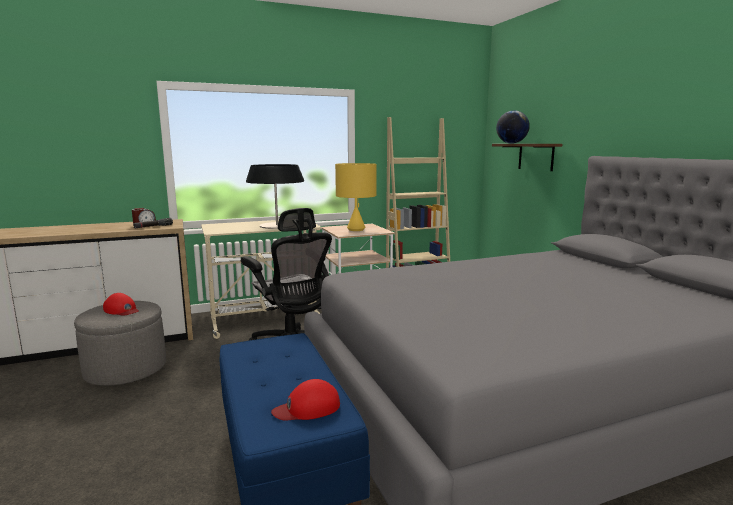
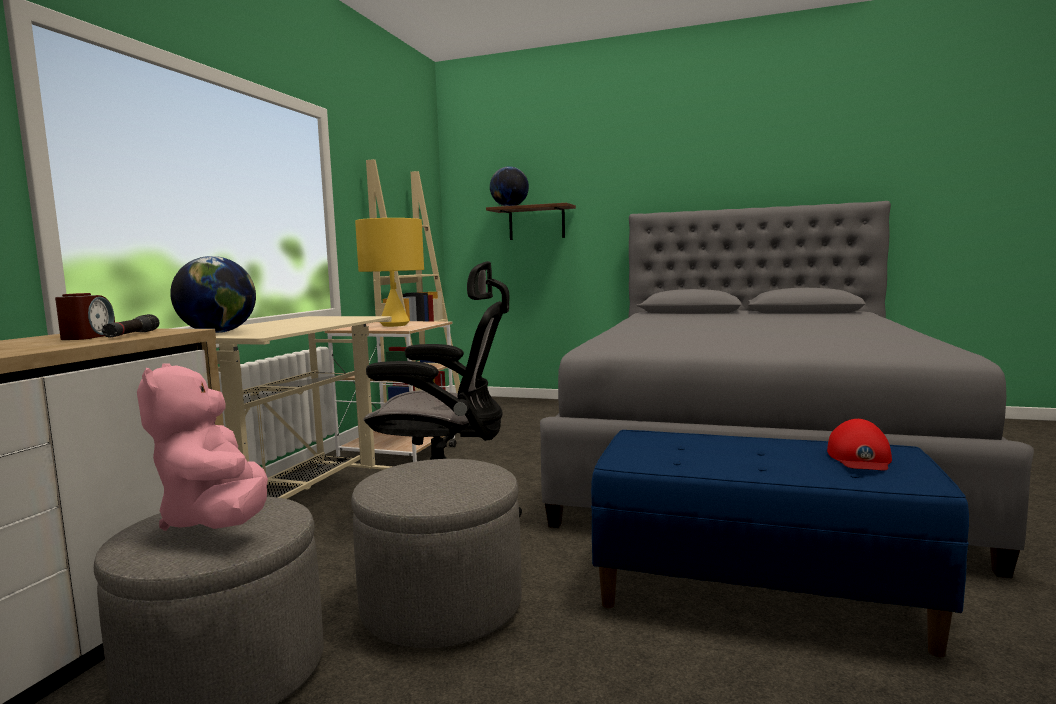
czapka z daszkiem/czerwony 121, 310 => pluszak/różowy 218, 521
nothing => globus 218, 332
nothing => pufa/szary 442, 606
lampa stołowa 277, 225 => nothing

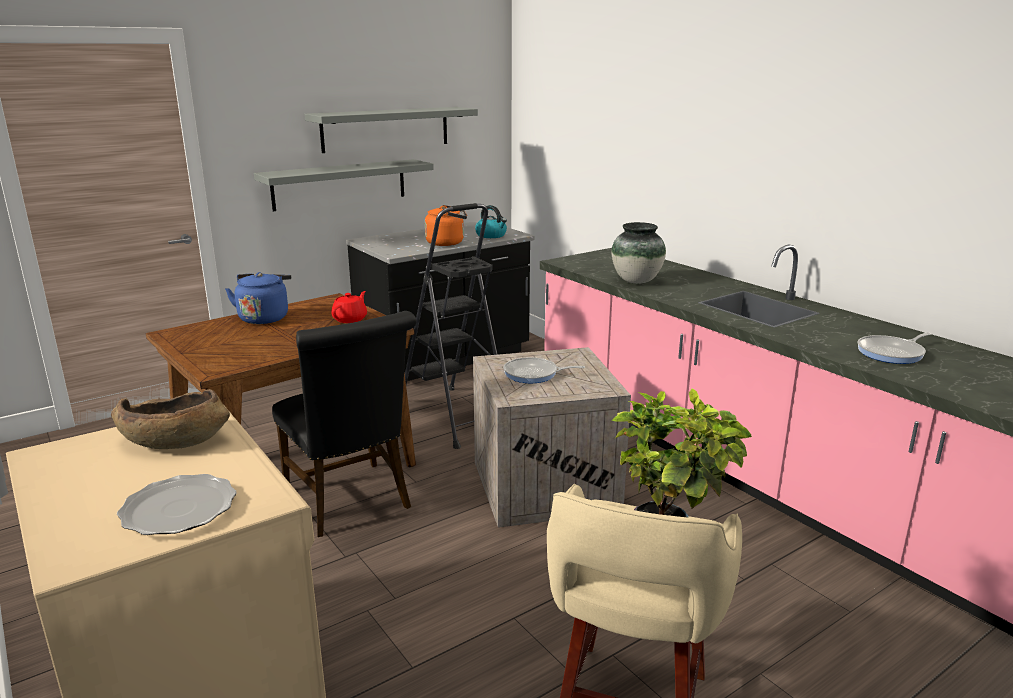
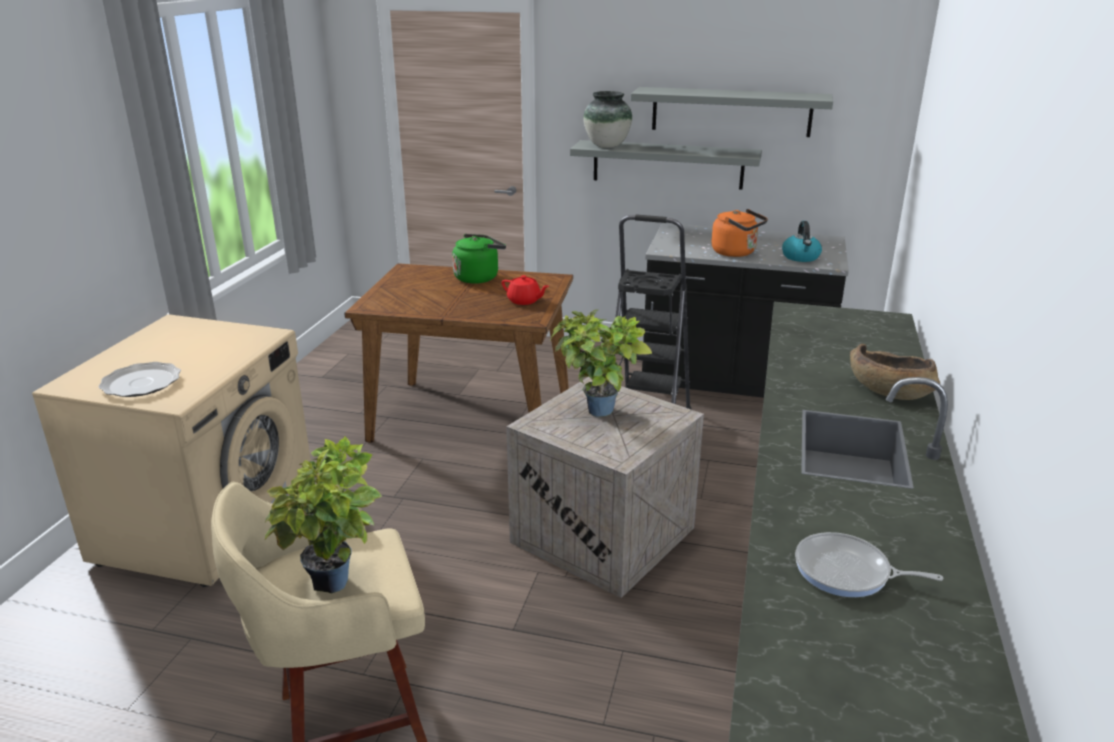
czajnik/niebieski 264, 317 => czajnik/zielony 478, 277
imbryk/czerwony 350, 319 => imbryk/czerwony 524, 301, 45 degrees clockwise
patelnia 534, 374 => roślina doniczkowa 596, 414
wazon 637, 281 => wazon 607, 146, shifted
miska/brązowy 174, 440 => miska/brązowy 888, 389, shifted
krzesło/czarny 351, 502 => nothing

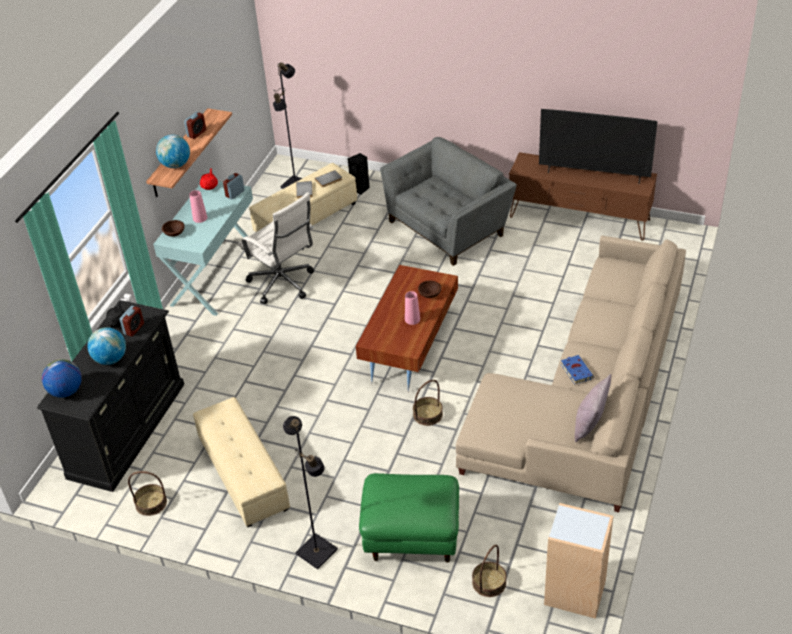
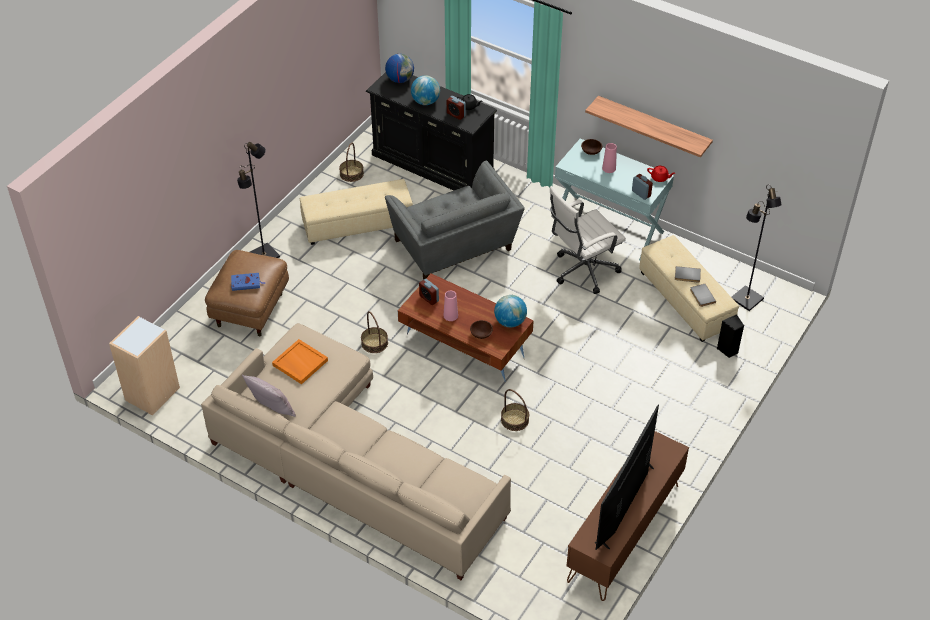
pufa/zielony 411, 538 => pufa/brązowy 250, 309
książka/niebieski 576, 370 => książka/niebieski 246, 283, shifted
nothing => taca/pomarańczowy 299, 363
fotel/szary 449, 226 => fotel/szary 454, 247, shifted
budzik 196, 133 => budzik 429, 298, shifted
globus 175, 165 => globus 510, 322, shifted
koszyk 489, 582 => koszyk 514, 420, shifted

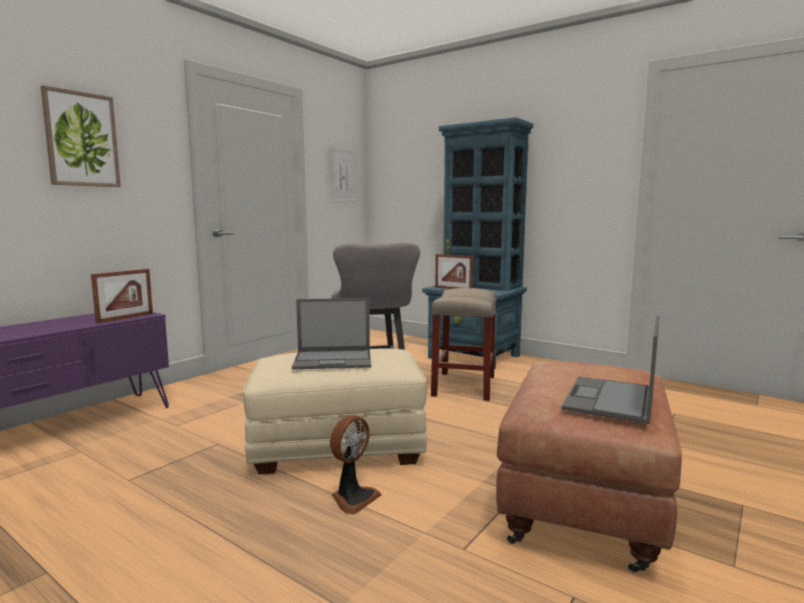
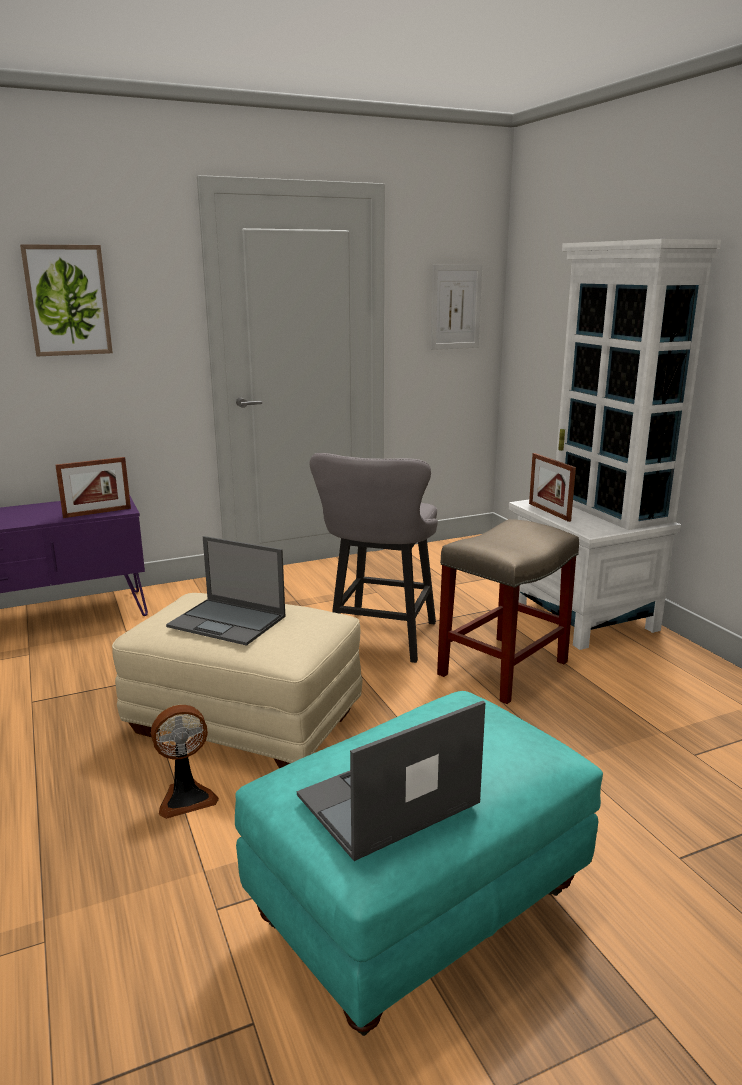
pufa/brązowy 584, 507 => pufa/turkusowy 419, 916
szafka/niebieski 473, 357 => szafka/biały 581, 617

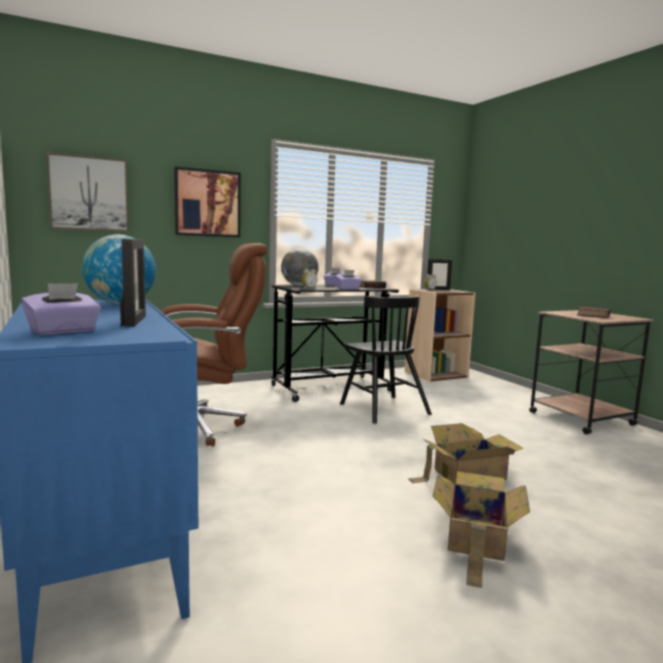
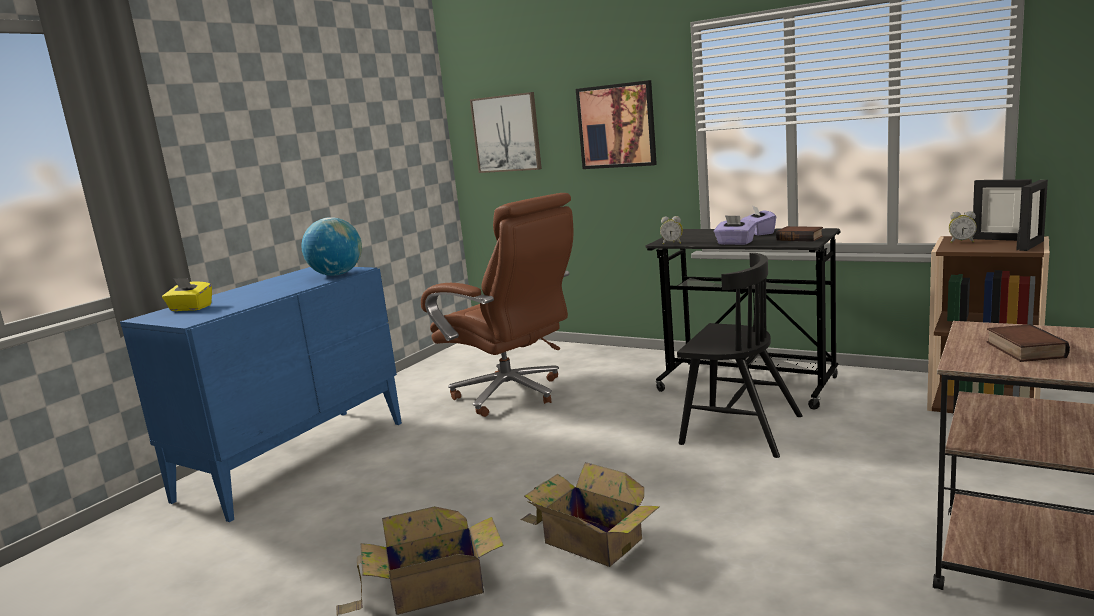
pudełko chusteczek/fioletowy 63, 331 => pudełko chusteczek/żółty 190, 308
krzesło/czarny 381, 407 => krzesło/czarny 734, 428, 90 degrees counterclockwise
ramka na zdjęcie 134, 321 => ramka na zdjęcie 1030, 245, shifted
globus 299, 285 => nothing

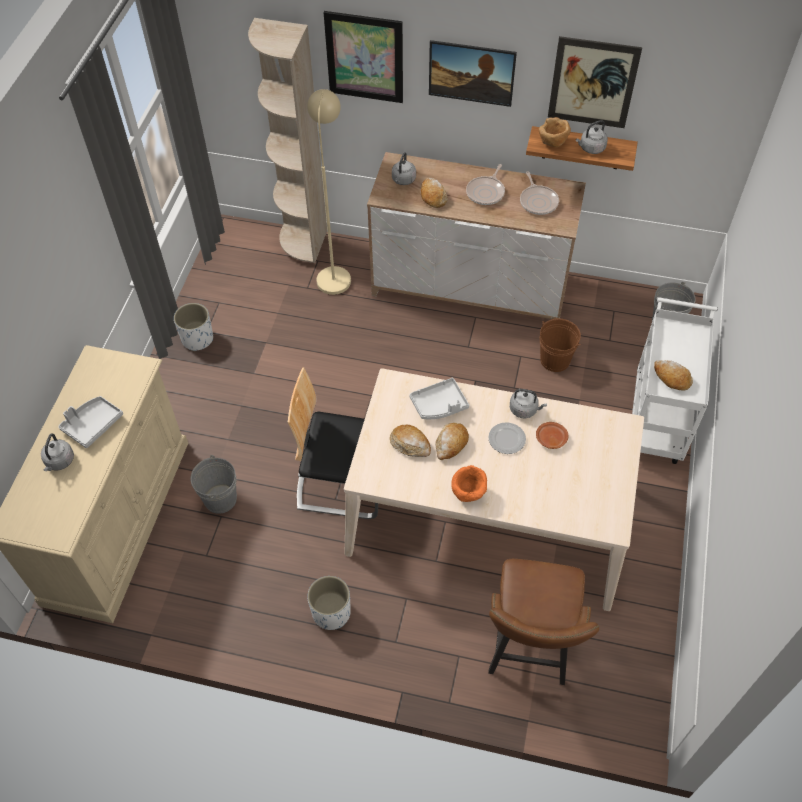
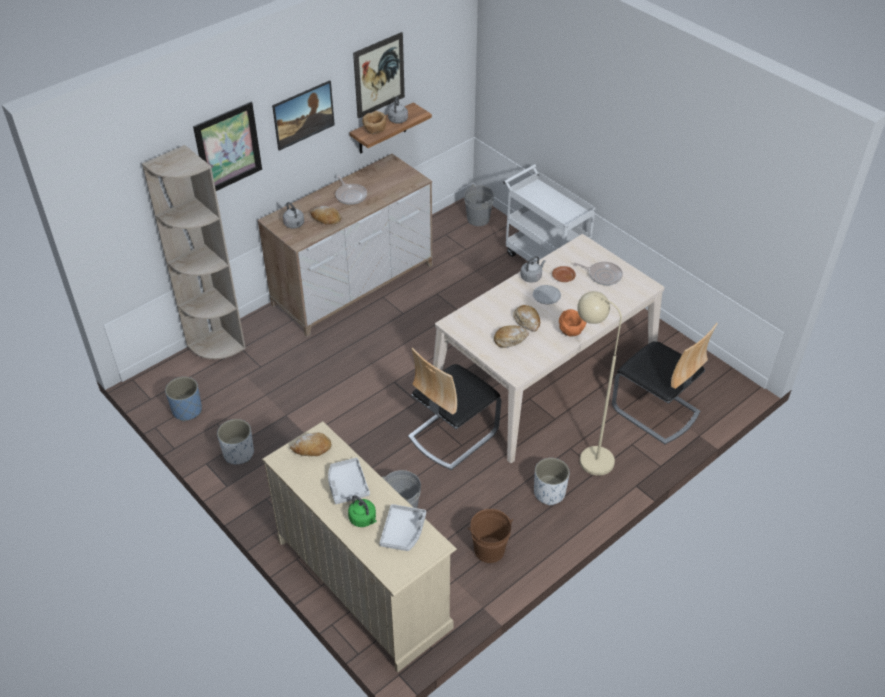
nothing => donica/niebieski 187, 410
chleb 671, 378 => chleb 312, 449, shifted
czajnik/szary 59, 462 => czajnik/zielony 363, 519
taca/szary 439, 405 => taca/szary 403, 532, shifted
wiadro/brązowy 555, 360 => wiadro/brązowy 489, 550, shifted
patelnia 538, 201 => patelnia 603, 275, shifted
lampa stojąca/beżowy 335, 273 => lampa stojąca/beżowy 587, 456, shifted
stołek/brązowy 528, 654 => krzesło 655, 411

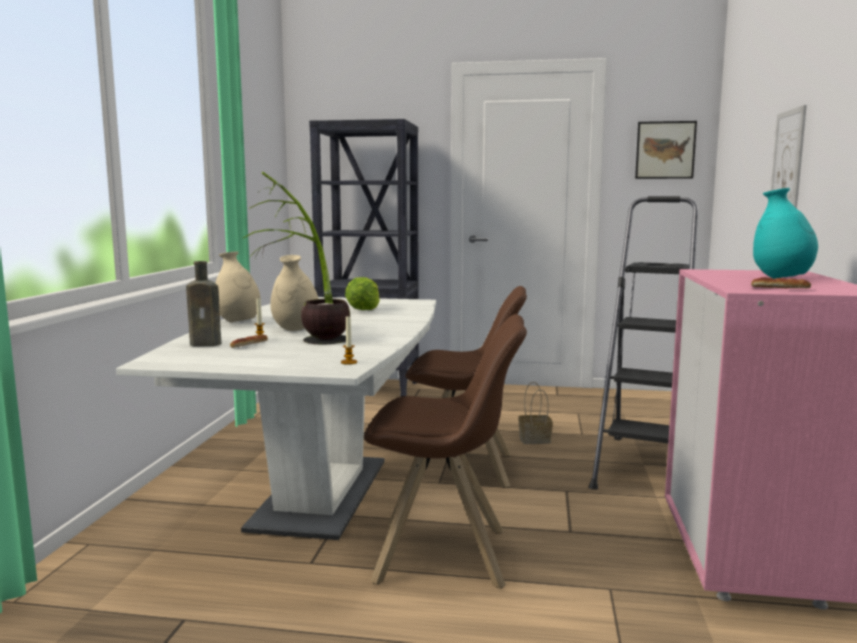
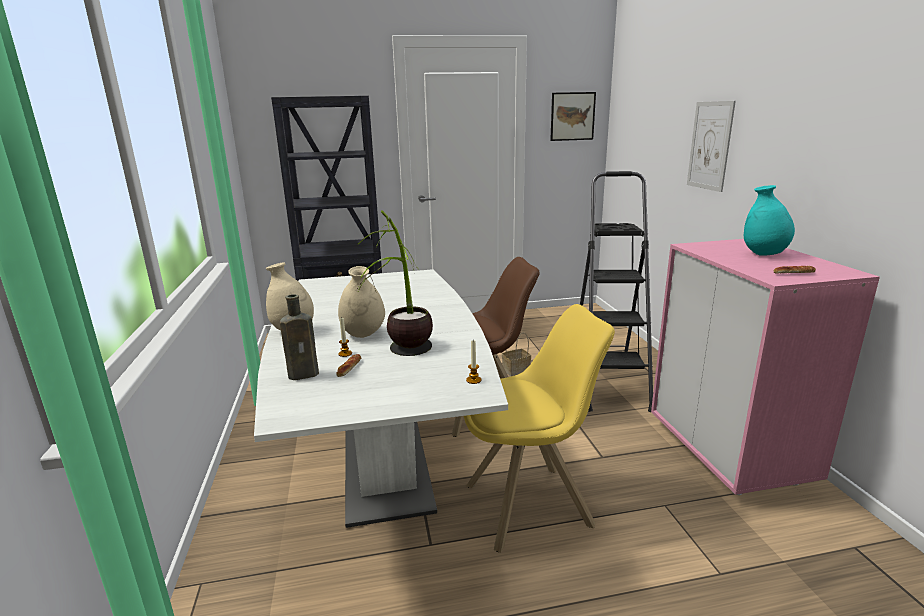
krzesło/brązowy 443, 555 => krzesło/żółty 529, 505
sałata 363, 309 => nothing

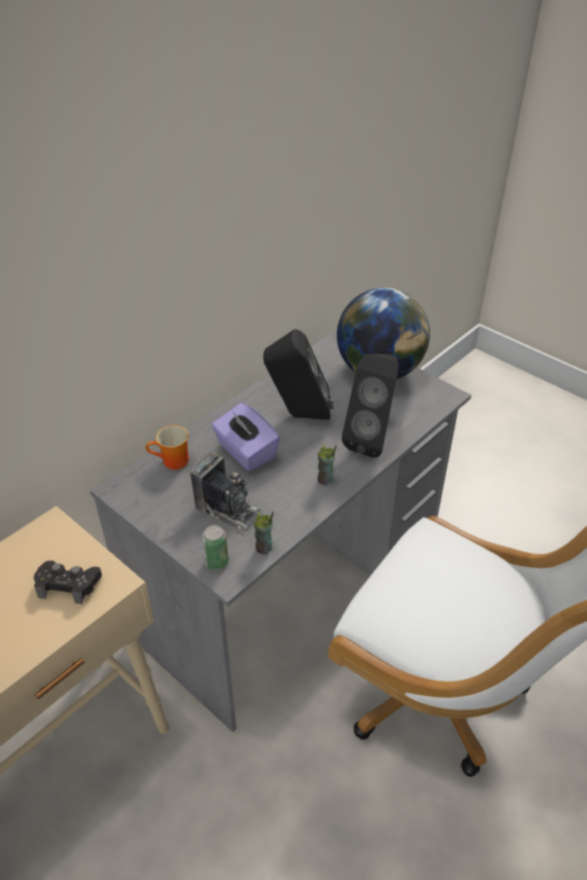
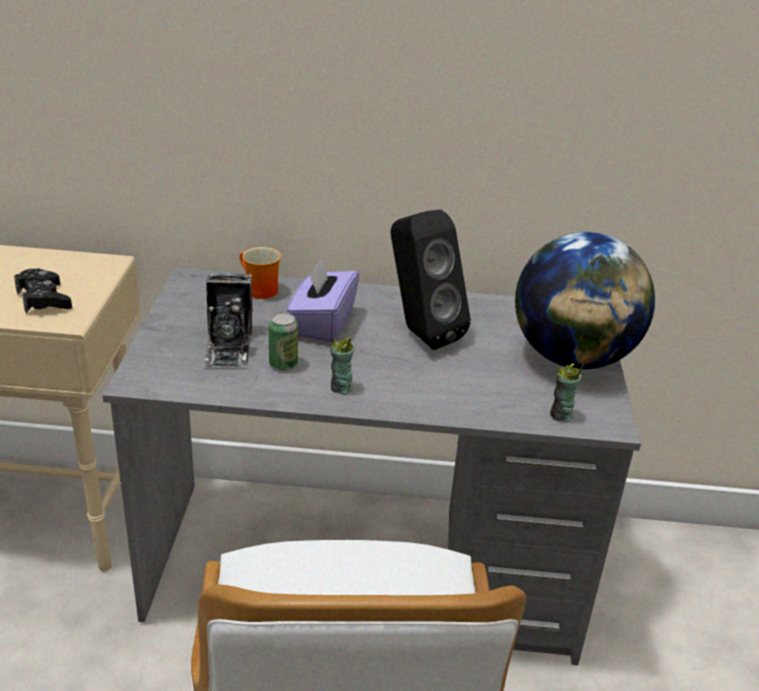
puszka 216, 562 => puszka 283, 364, shifted
filiżanka 264, 548 => filiżanka 560, 416, shifted
głośnik/czarny 372, 439 => nothing

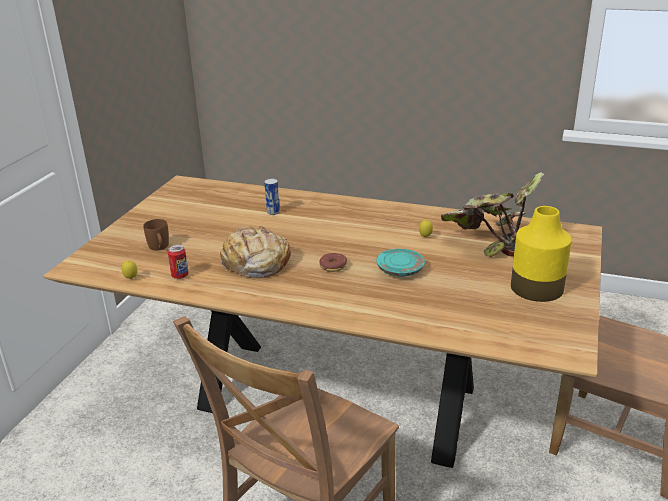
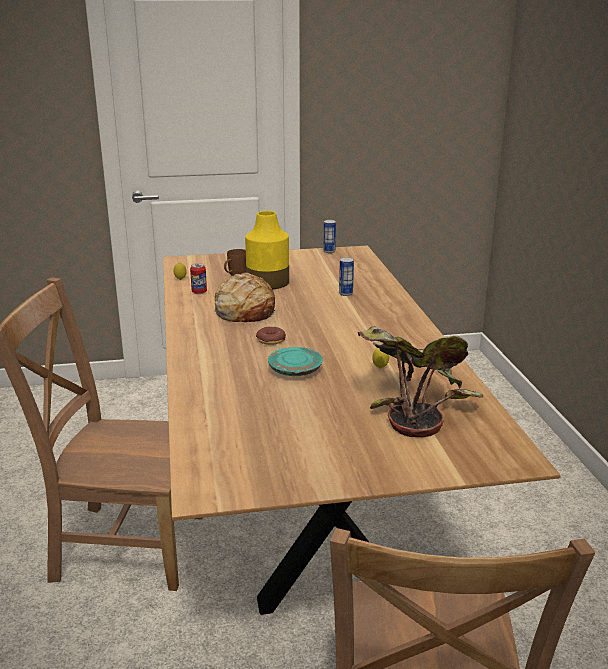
wazon/żółty 537, 287 => wazon/żółty 268, 282, shifted
nothing => puszka 329, 251

